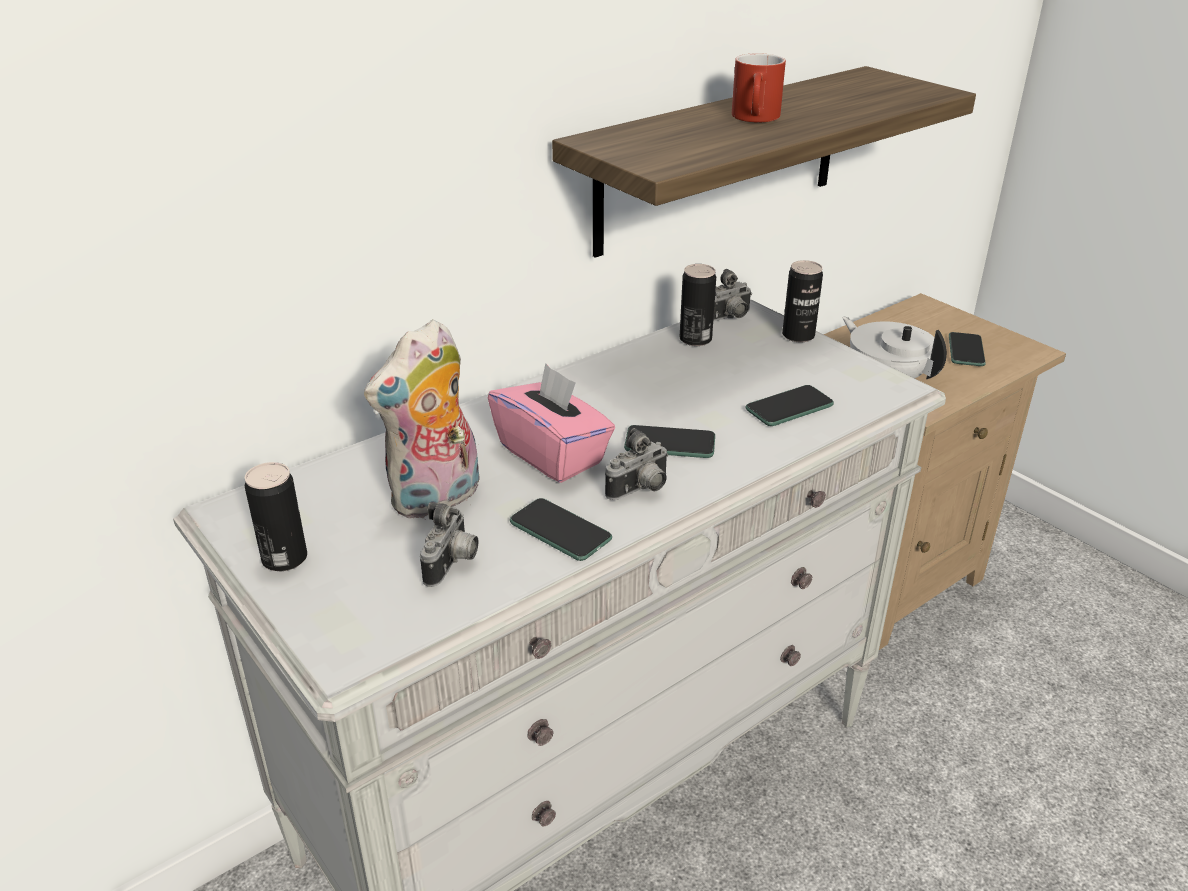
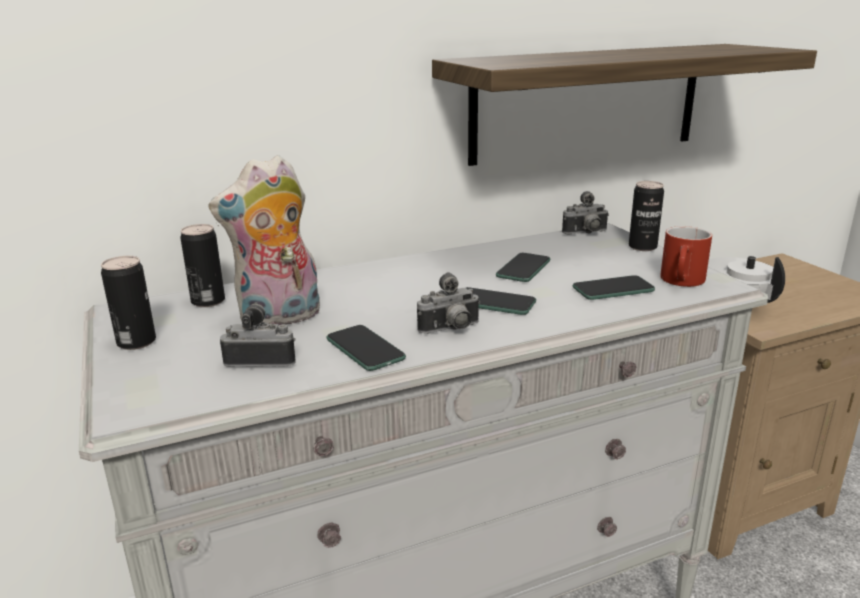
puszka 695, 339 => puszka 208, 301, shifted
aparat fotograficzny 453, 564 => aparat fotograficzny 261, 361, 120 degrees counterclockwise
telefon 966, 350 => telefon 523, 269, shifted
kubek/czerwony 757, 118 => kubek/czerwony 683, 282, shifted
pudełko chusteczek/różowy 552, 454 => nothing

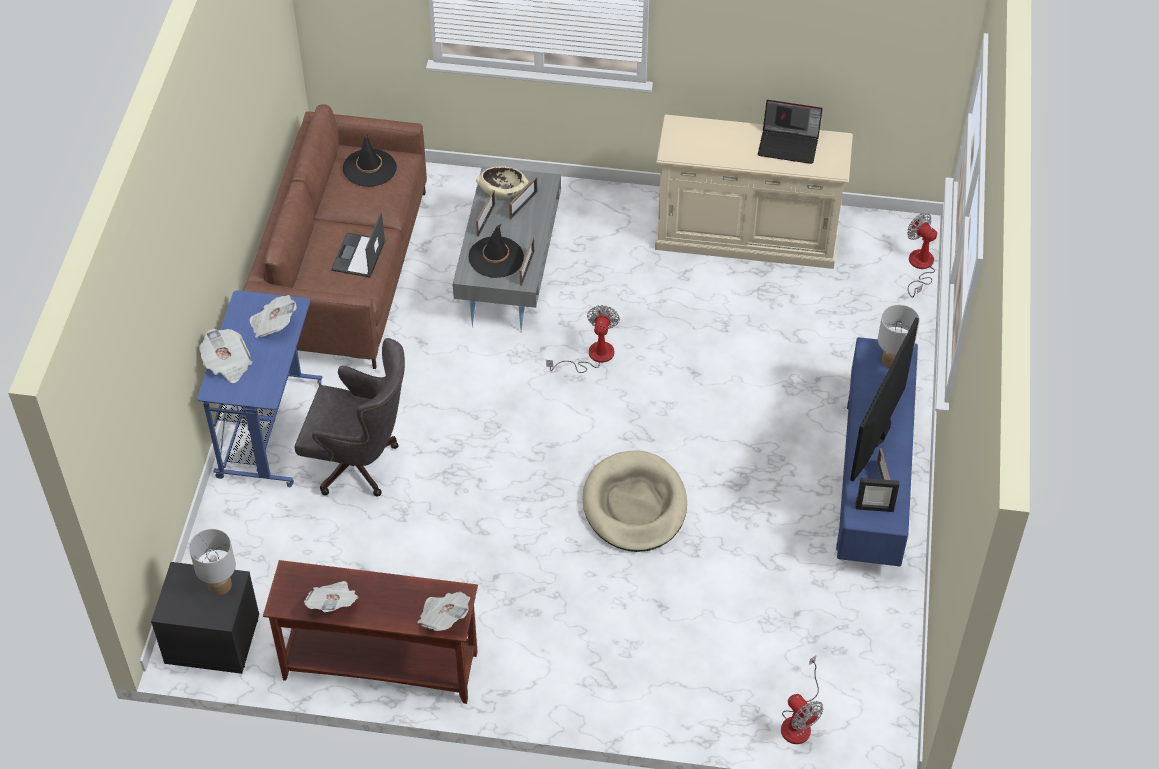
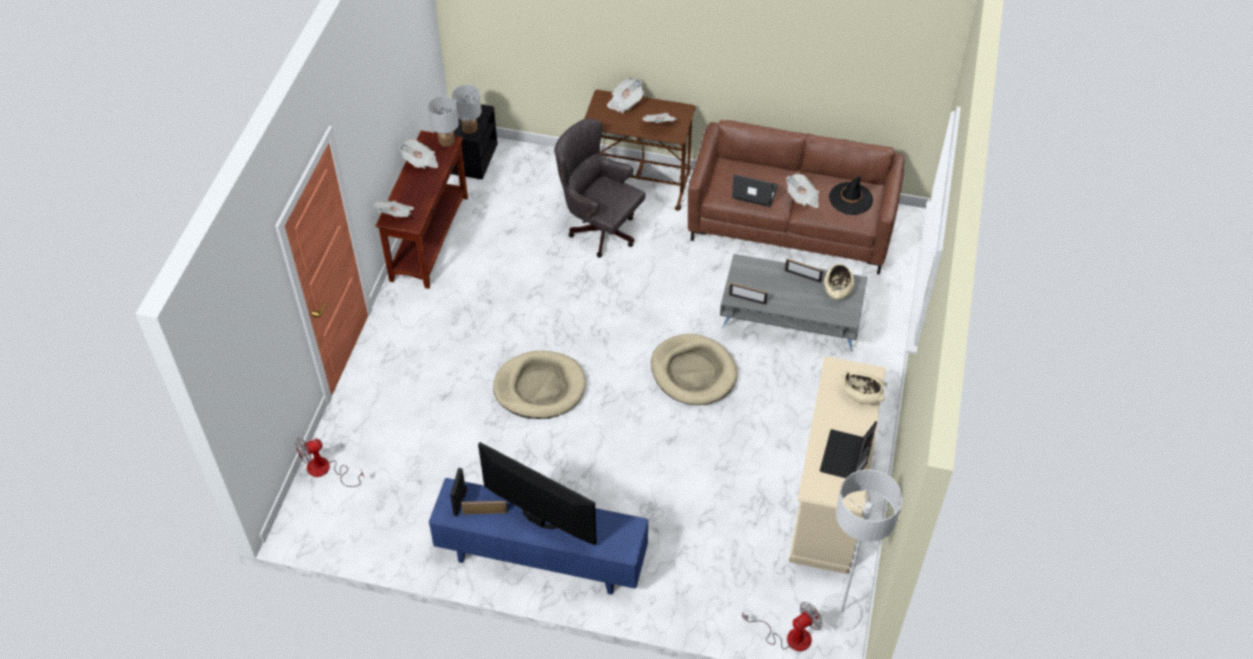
lampa stołowa/szary 892, 360 => lampa stołowa/szary 447, 141, shifted
krzesło biurowe/szary 360, 465 => krzesło biurowe/szary 600, 230, 105 degrees clockwise
biurko/niebieski 270, 429 => biurko/brązowy 638, 184
wentylator 592, 356 => legowisko/beżowy 693, 372
nothing => gazeta 802, 198
nothing => lampa stojąca/szary 841, 612
nothing => miska/beżowy 860, 394
kapelusz/czarny 496, 257 => nothing
ramka na zdjęcie 523, 205 => nothing

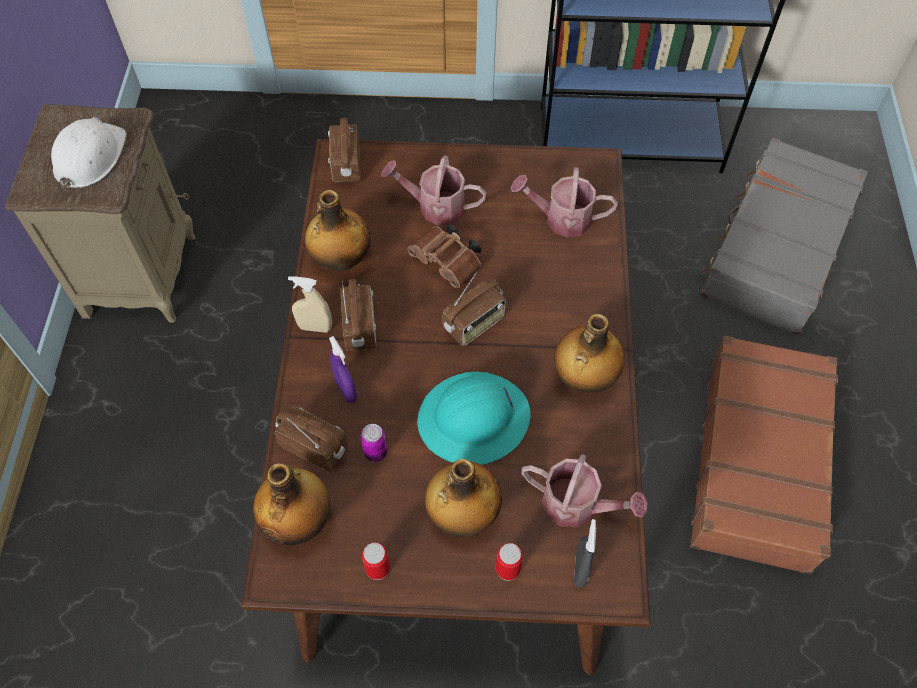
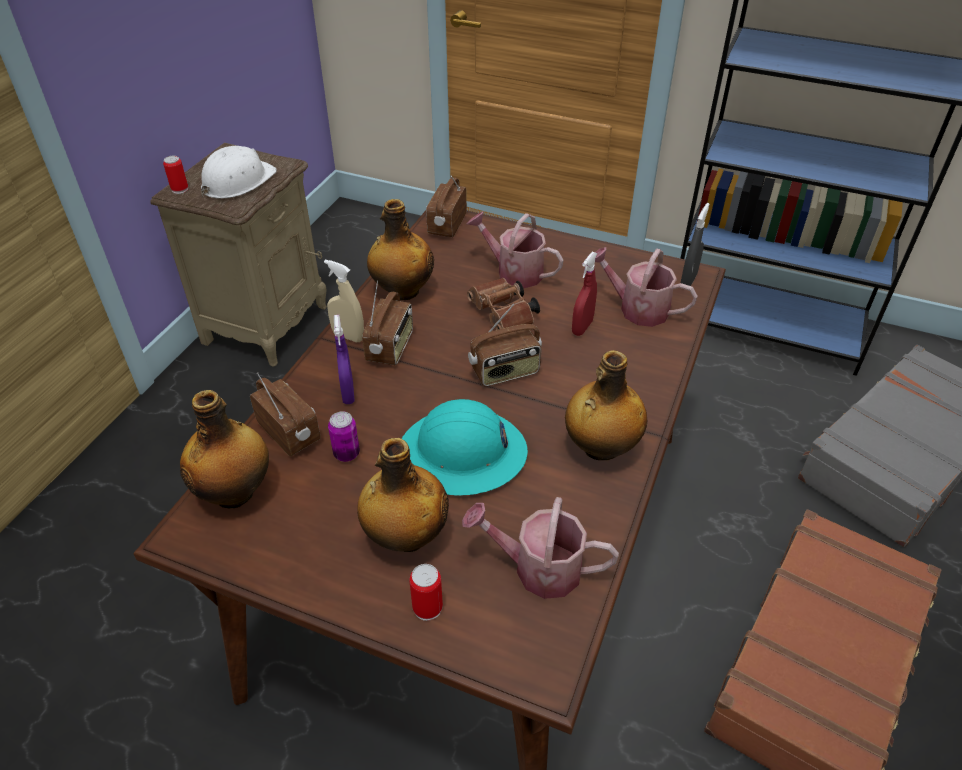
puszka 377, 568 => puszka 180, 189, shifted
konewka 577, 505 => konewka 538, 568, 150 degrees clockwise
nothing => spryskiwacz/czerwony 582, 327
spryskiwacz/szary 580, 569 => spryskiwacz/szary 688, 280, shifted

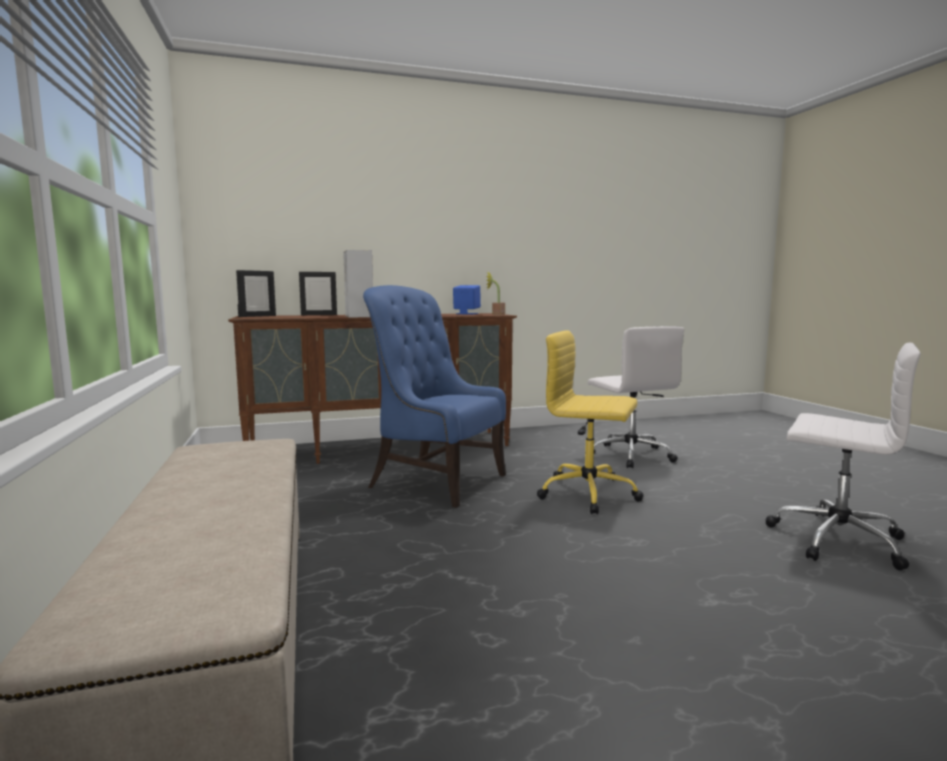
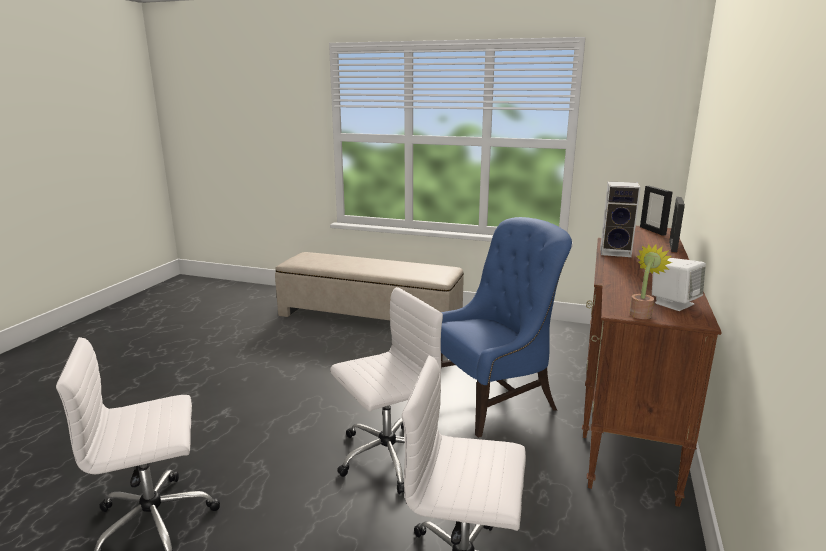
krzesło biurowe/żółty 590, 493 => krzesło biurowe/biały 385, 457
głośnik/niebieski 466, 314 => głośnik/biały 674, 303

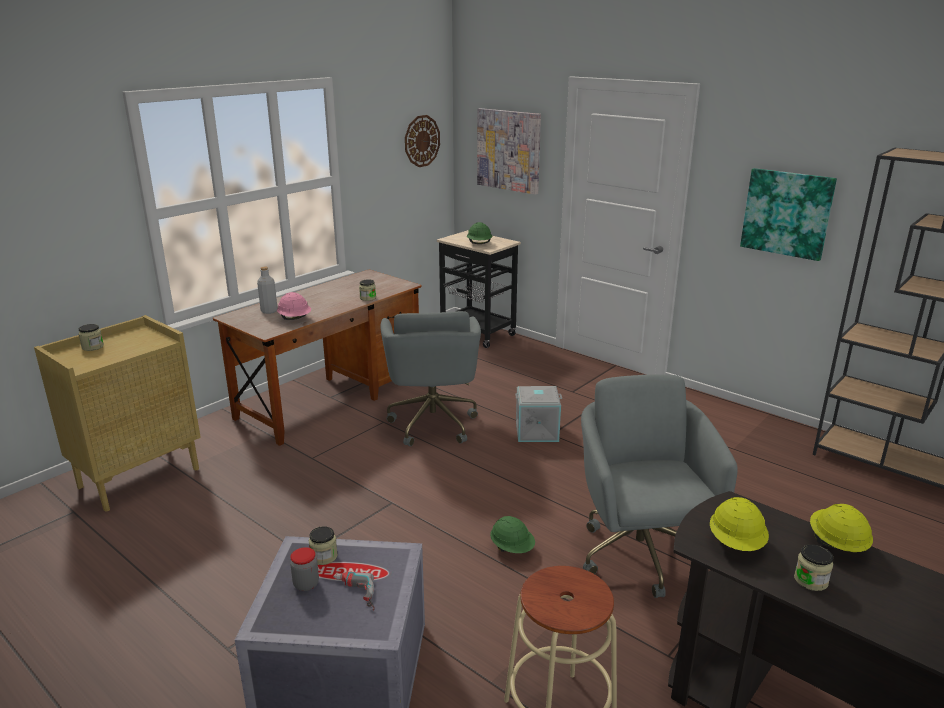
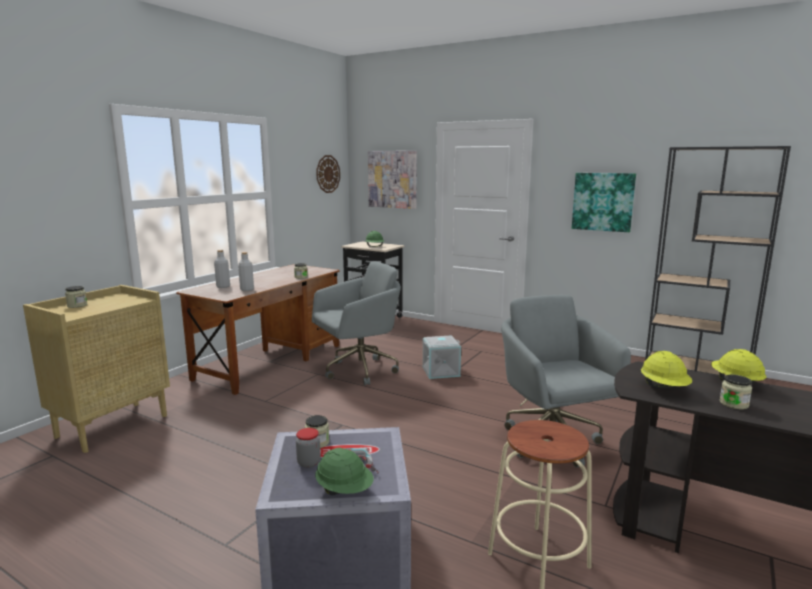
kask/różowy 295, 319 => butelka/szary 247, 290
krzesło biurowe/szary 432, 423 => krzesło biurowe/szary 357, 372, 105 degrees counterclockwise
kask/zielony 512, 548 => kask/zielony 345, 491, shifted

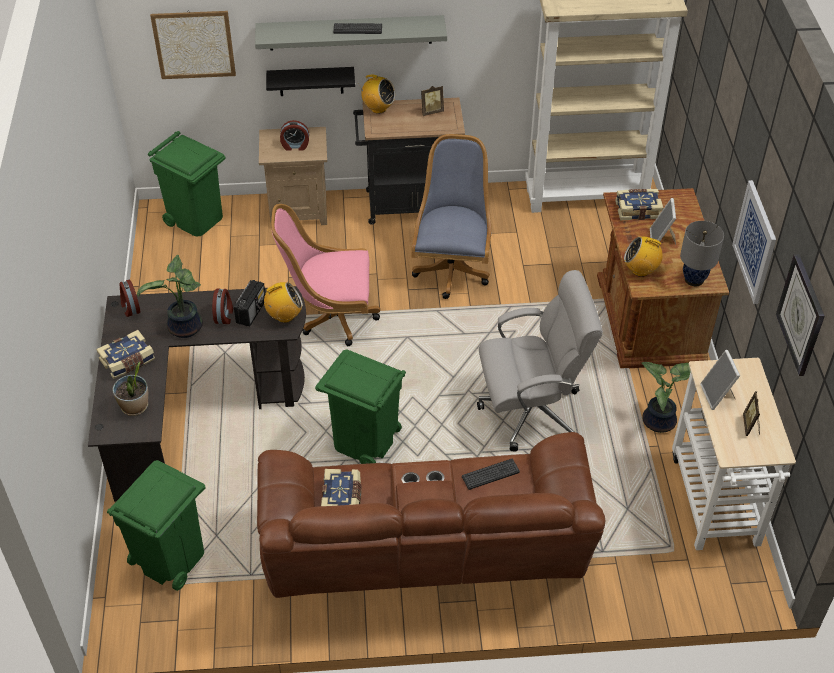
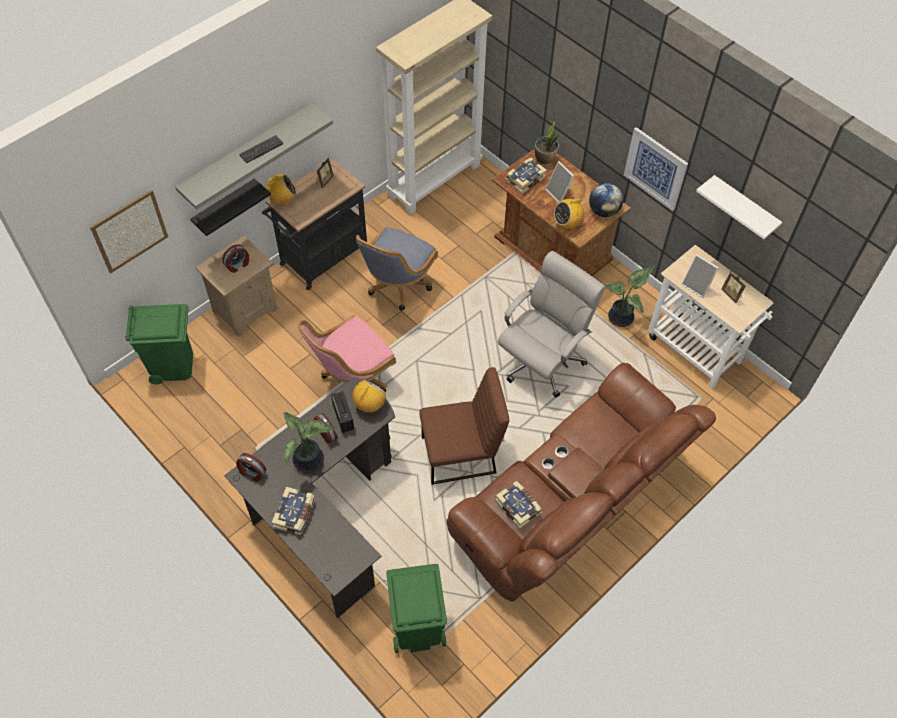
krzesło biurowe/niebieski 452, 267 => krzesło biurowe/niebieski 396, 289, 120 degrees counterclockwise
kosz na śmieci/zielony 364, 442 => krzesło/brązowy 461, 455
roślina doniczkowa 135, 407 => roślina doniczkowa 545, 159, shifted
lampa stołowa/szary 694, 279 => globus 603, 211
zegar ścienny 801, 315 => półka/biały 744, 208
klawiatura 490, 474 => nothing

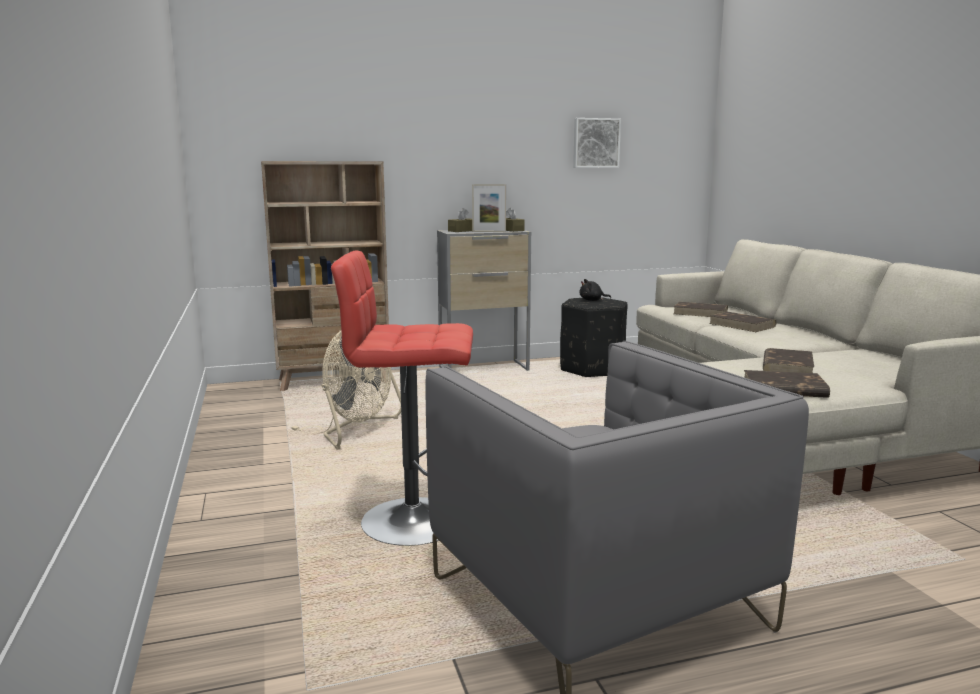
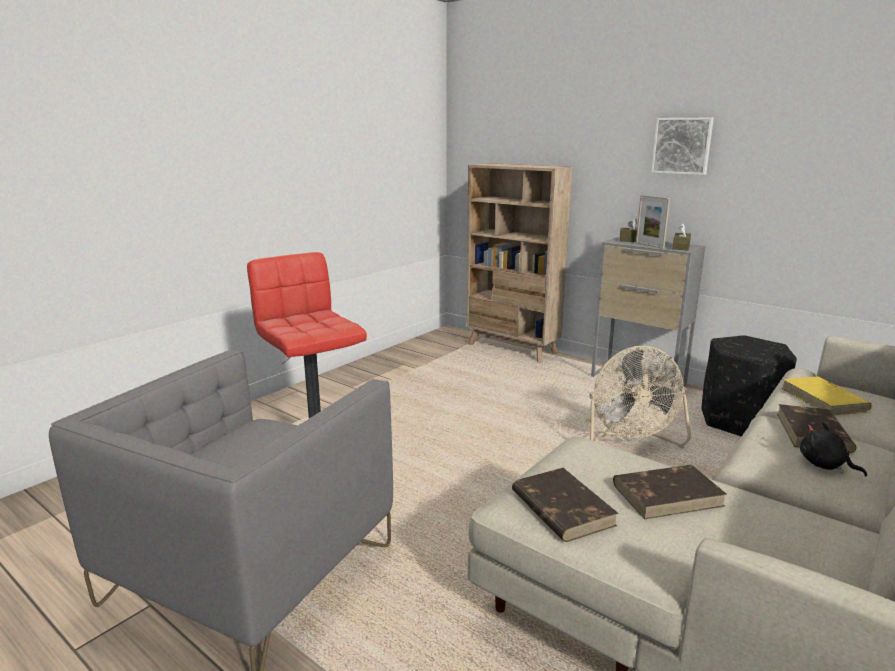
wentylator/beżowy 350, 431 => wentylator/beżowy 625, 441, shifted
obraz 595, 143 => obraz 682, 146, shifted
książka/brązowy 701, 313 => książka/żółty 824, 400
pluszak/czarny 592, 300 => pluszak/czarny 825, 465, shifted

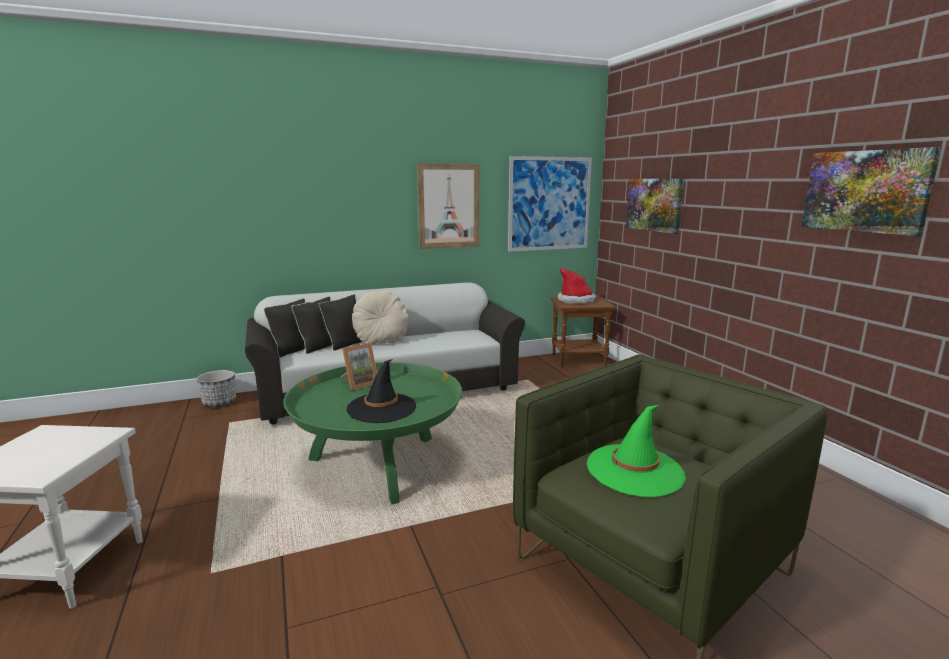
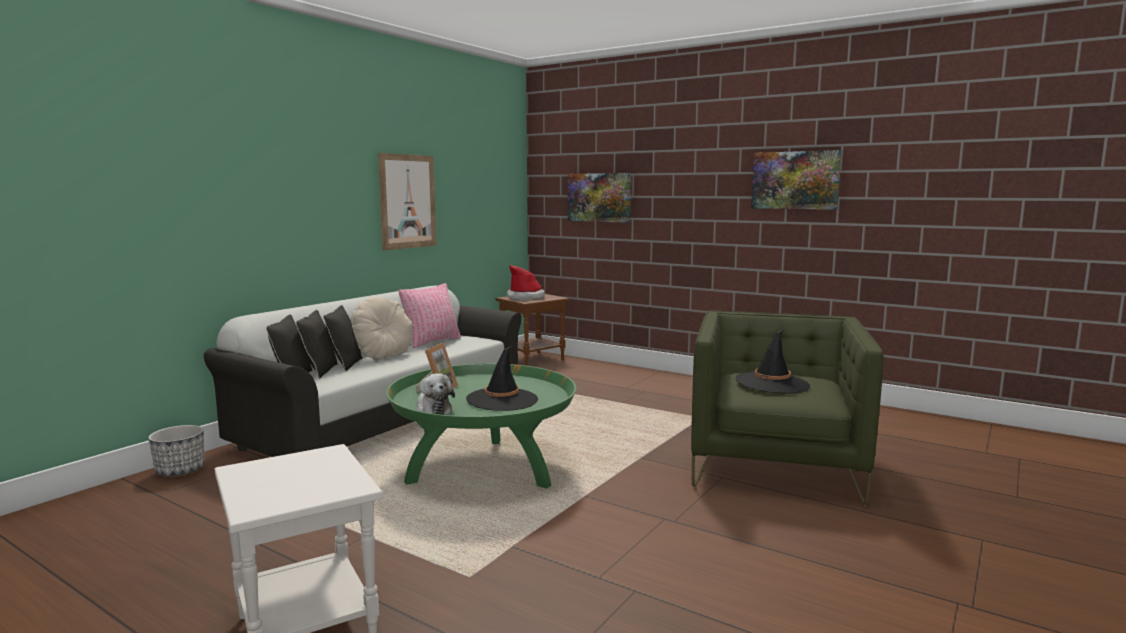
nothing => poduszka/różowy 432, 342
nothing => pluszak 432, 409
kapelusz/zielony 635, 470 => kapelusz/czarny 772, 383
obraz 549, 204 => nothing

